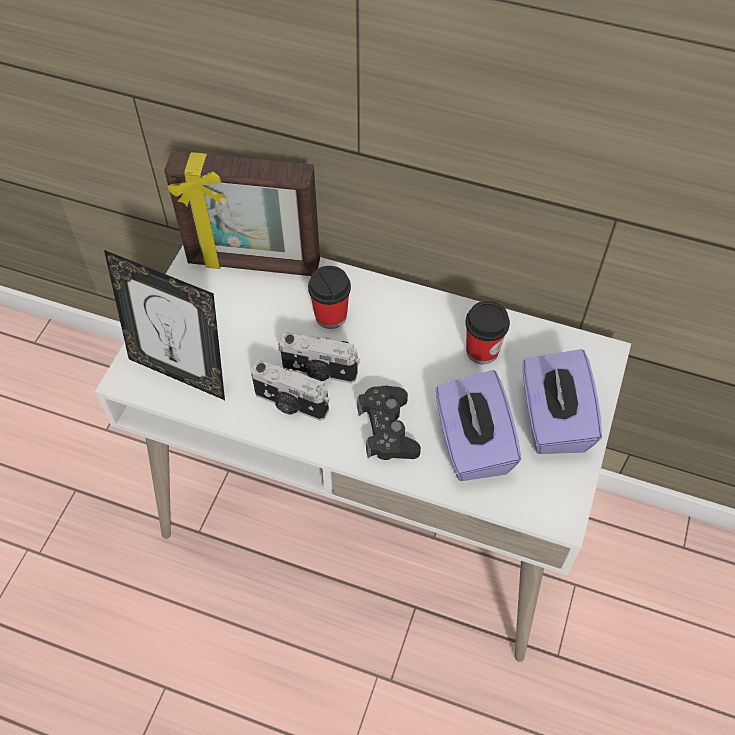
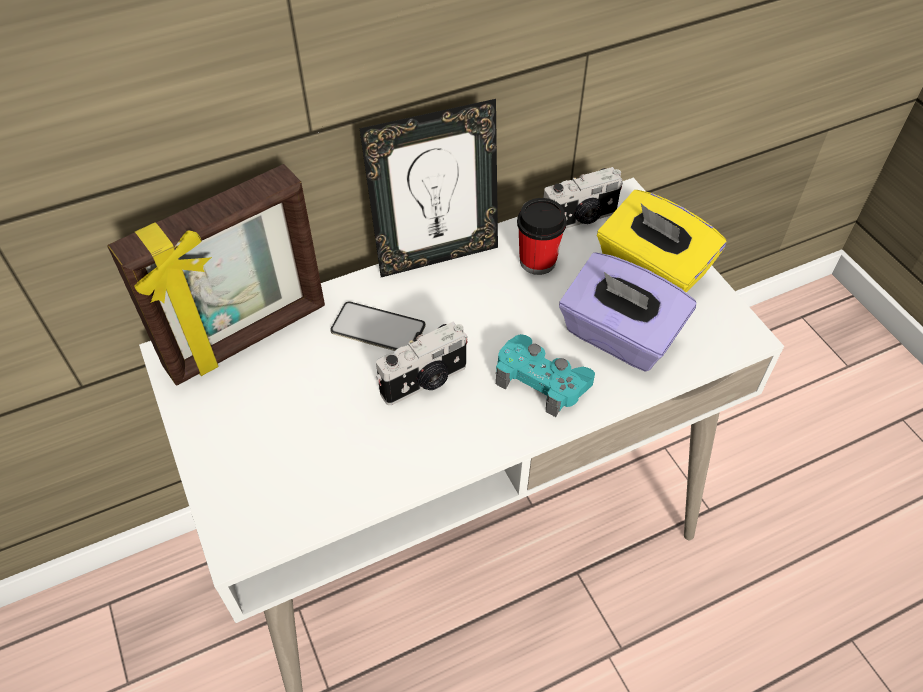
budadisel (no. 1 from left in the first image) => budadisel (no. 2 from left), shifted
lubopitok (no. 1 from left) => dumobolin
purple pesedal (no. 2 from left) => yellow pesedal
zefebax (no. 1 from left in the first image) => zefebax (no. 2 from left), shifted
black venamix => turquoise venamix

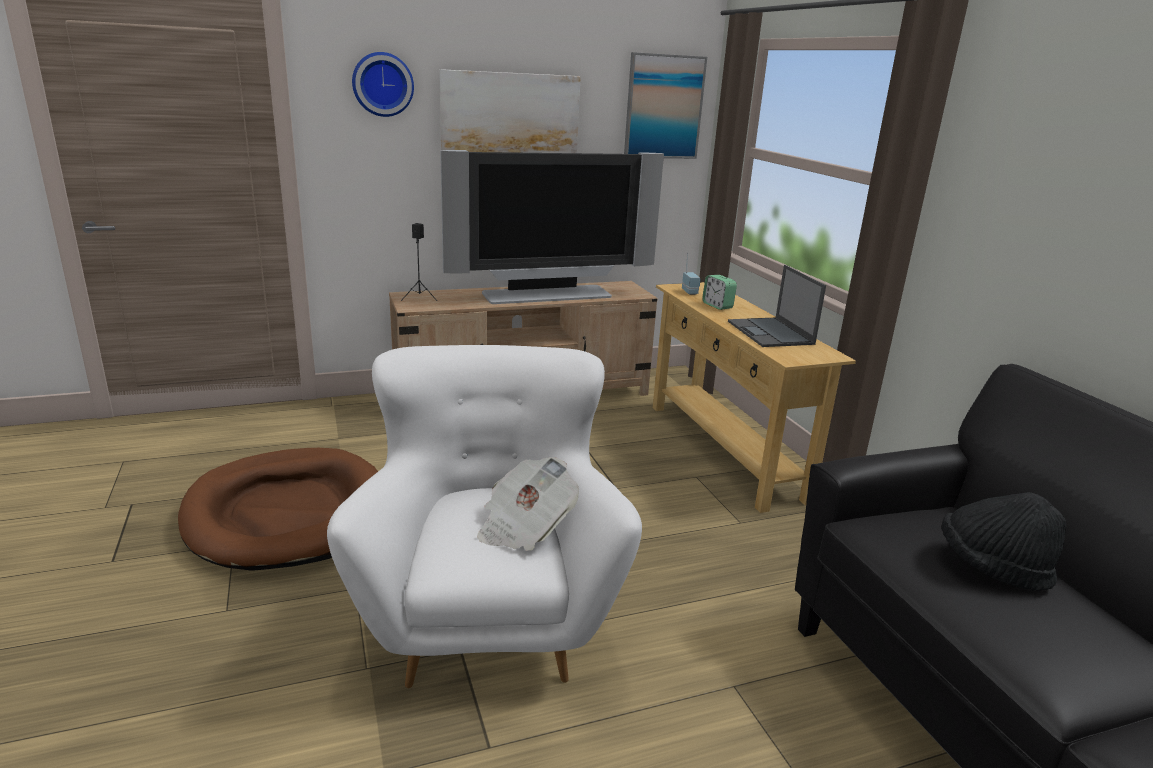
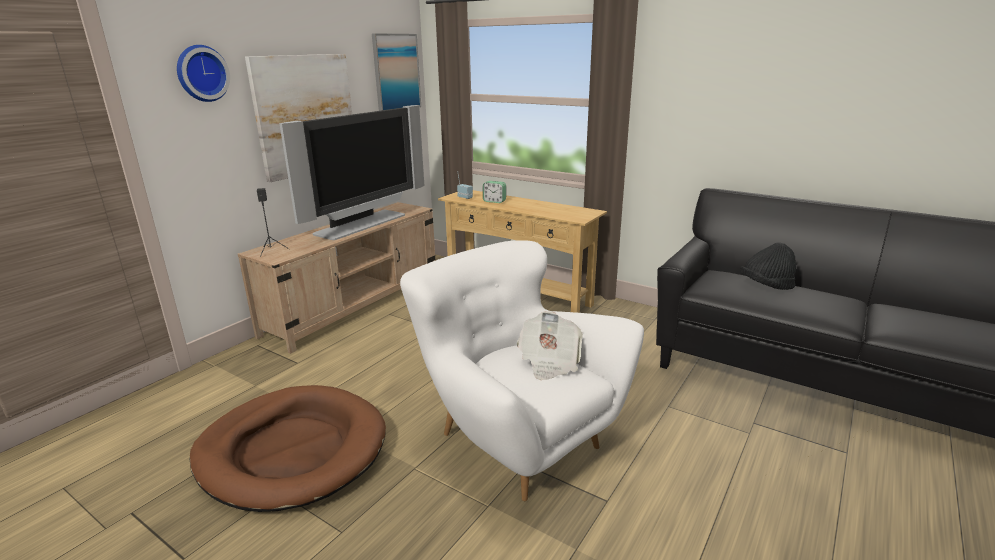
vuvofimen => nothing

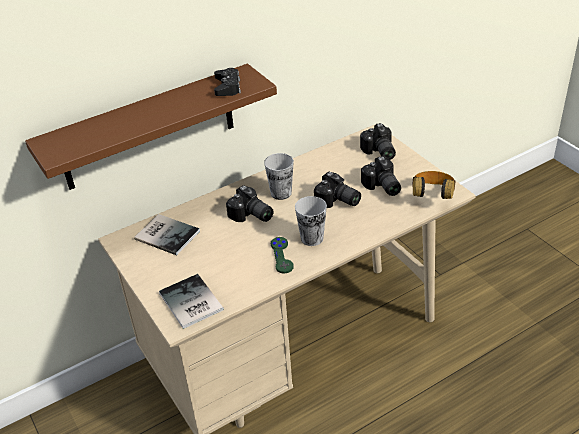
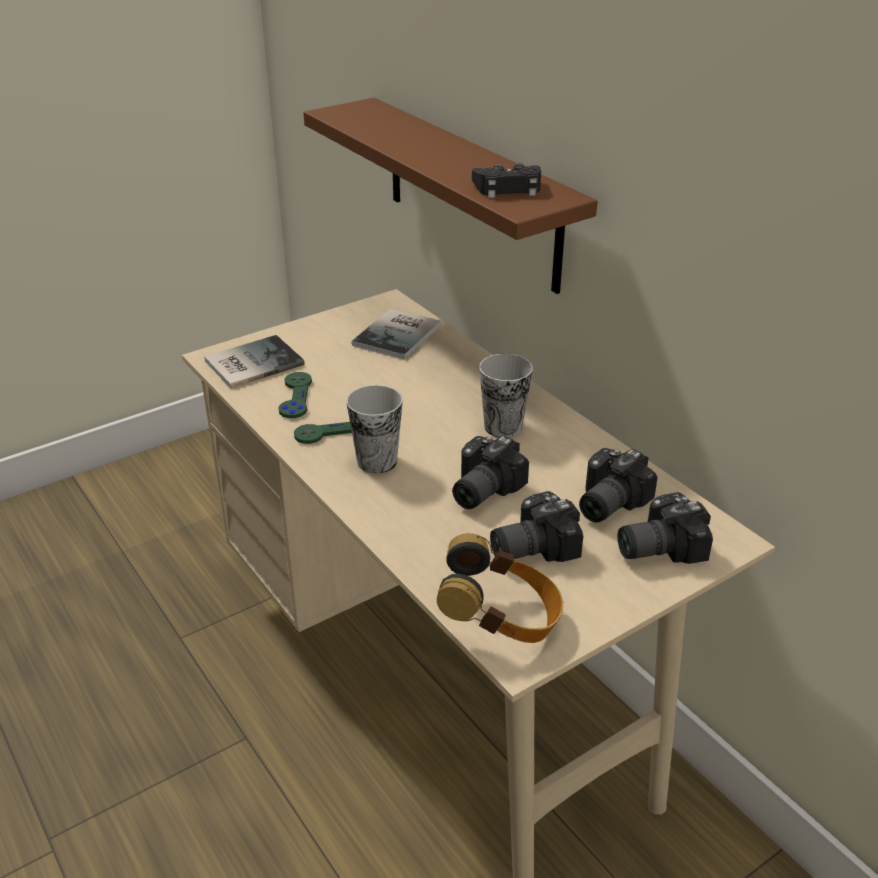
zefebax (no. 1 from left in the first image) => zefebax (no. 3 from left), shifted
nothing => green venamix (no. 1 from left)

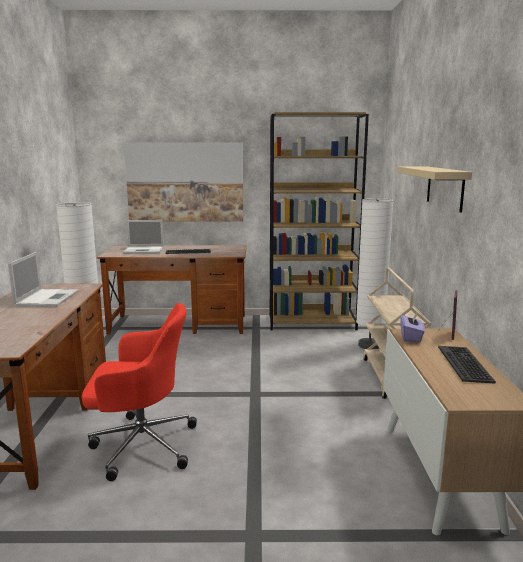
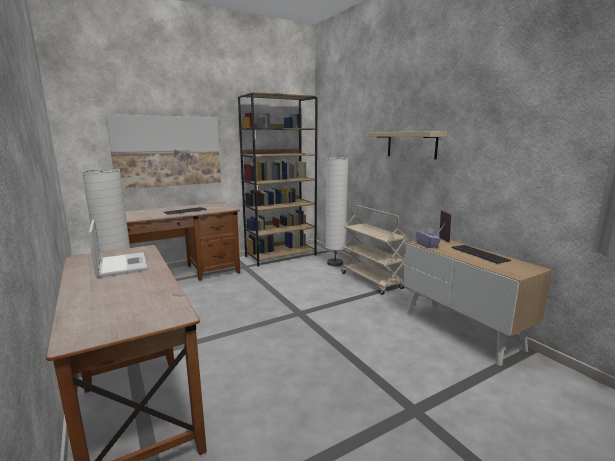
vuvofimen (no. 2 from left) => nothing
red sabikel => nothing

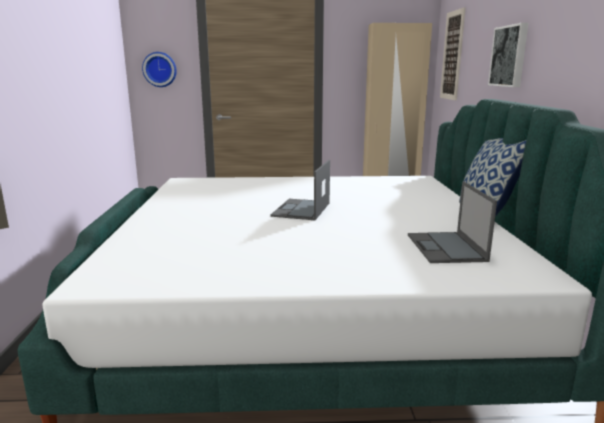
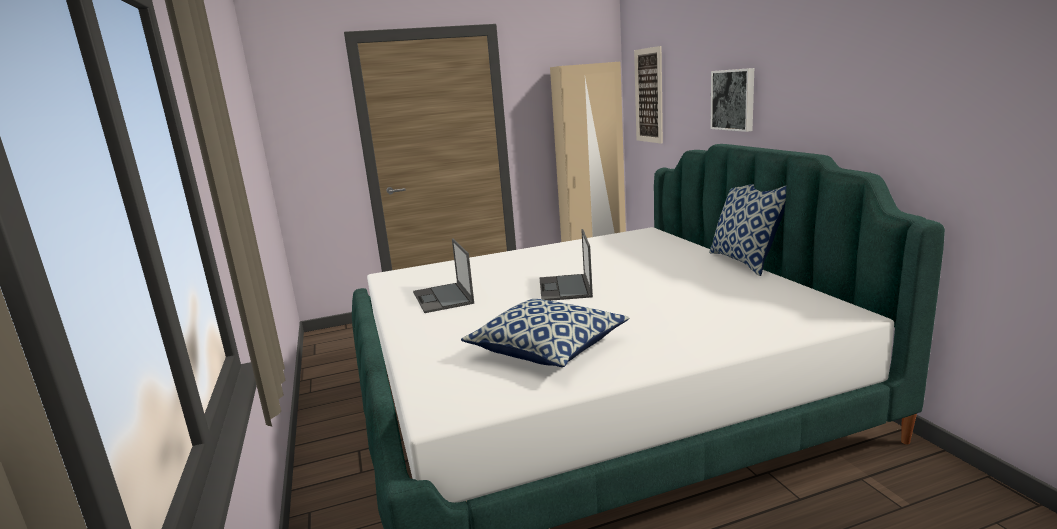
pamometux => nothing
vuvofimen (no. 2 from left in the first image) => vuvofimen (no. 1 from left), shifted
nothing => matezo (no. 1 from left)

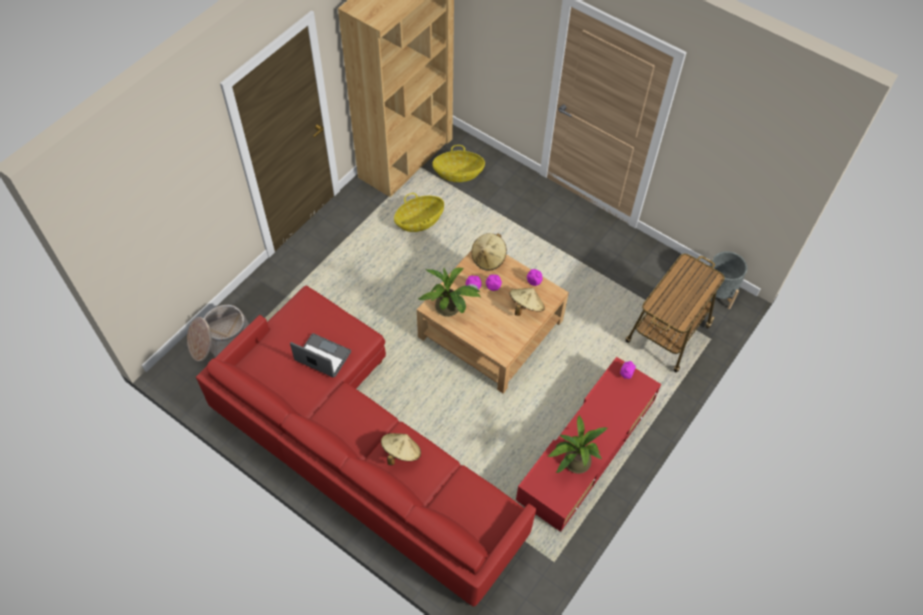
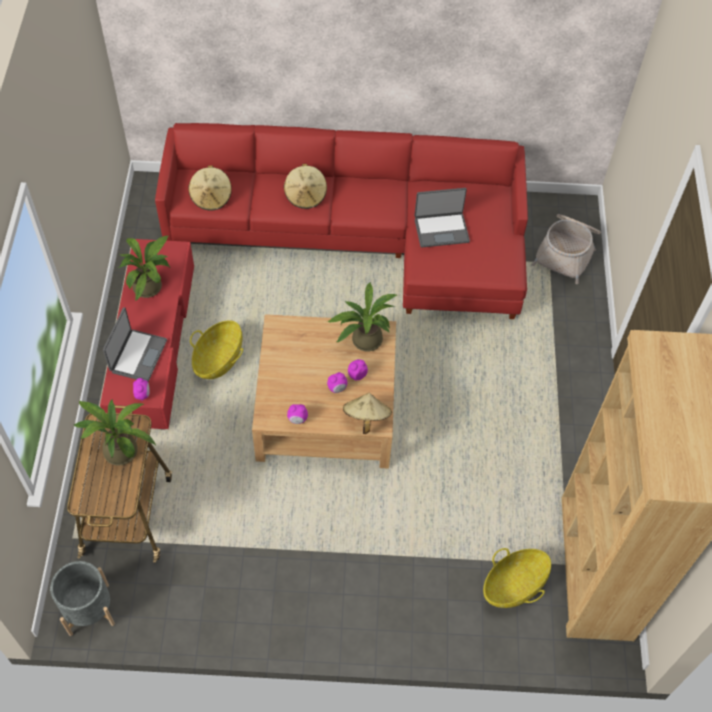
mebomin (no. 2 from left in the first image) => mebomin (no. 1 from left), shifted
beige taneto (no. 3 from left in the first image) => beige taneto (no. 1 from left), shifted
nothing => vuvofimen (no. 1 from left)
nothing => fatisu (no. 1 from left)

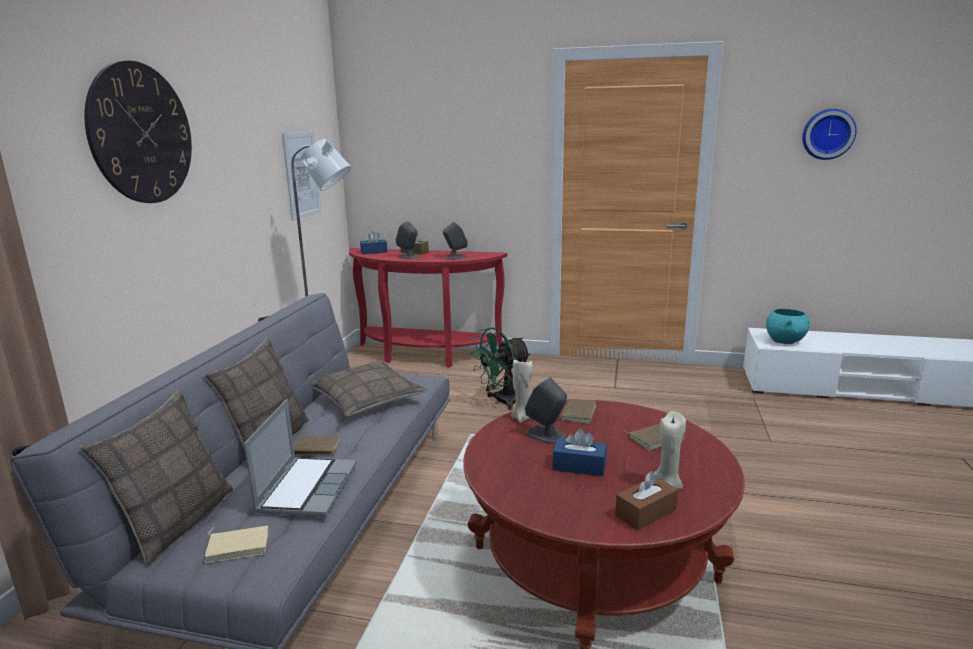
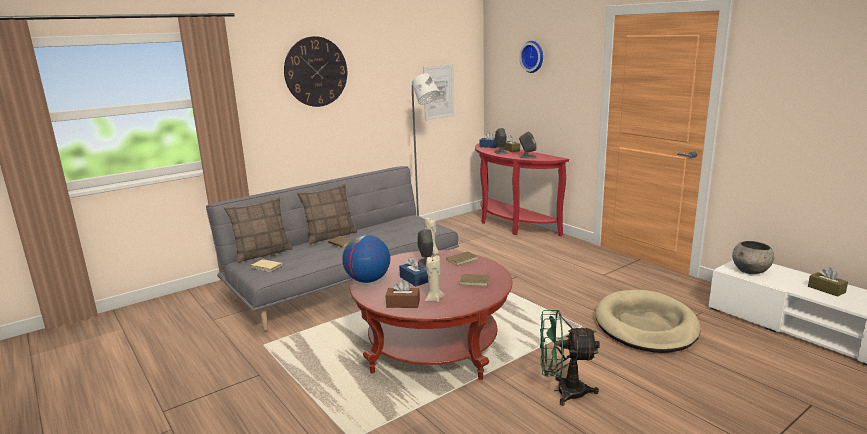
pamometux (no. 2 from left), shifted
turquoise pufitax => grey pufitax
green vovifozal, shifted
matezo (no. 3 from left) => nothing
vuvofimen => nothing
nothing => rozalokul
nothing => brown pesedal (no. 3 from left)
nothing => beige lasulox

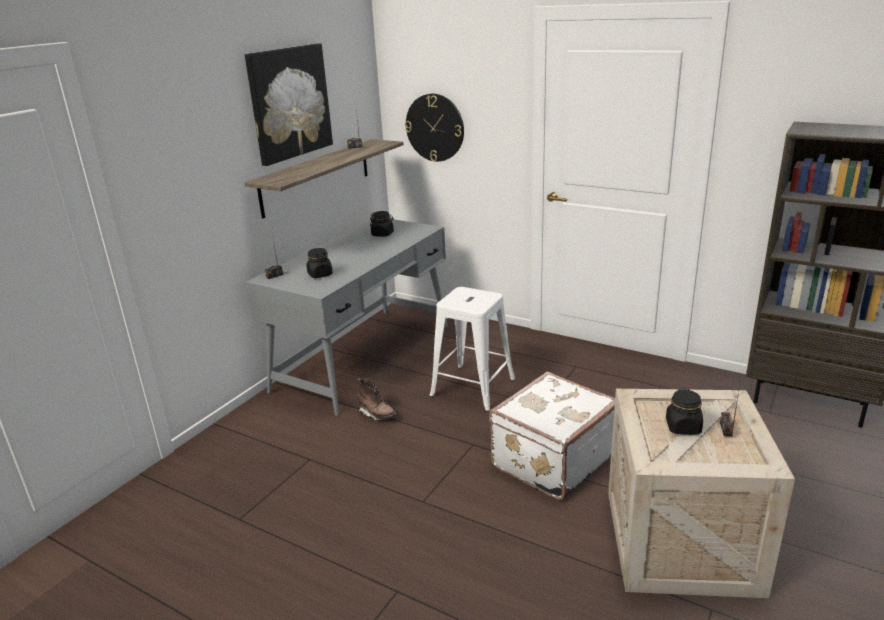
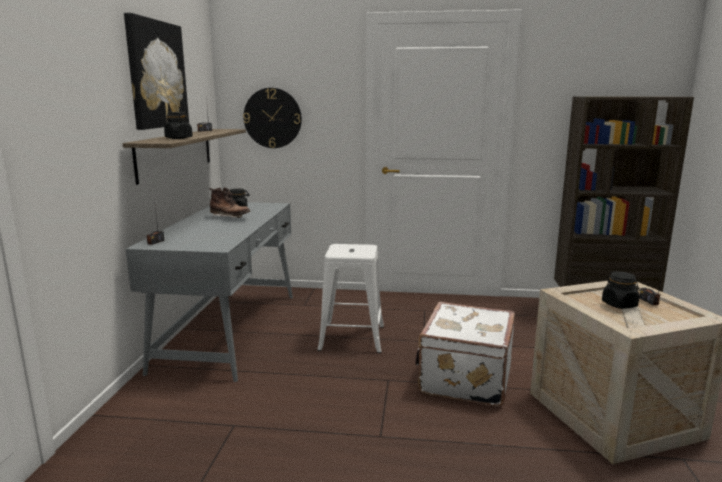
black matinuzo (no. 1 from left), shifted
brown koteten, shifted

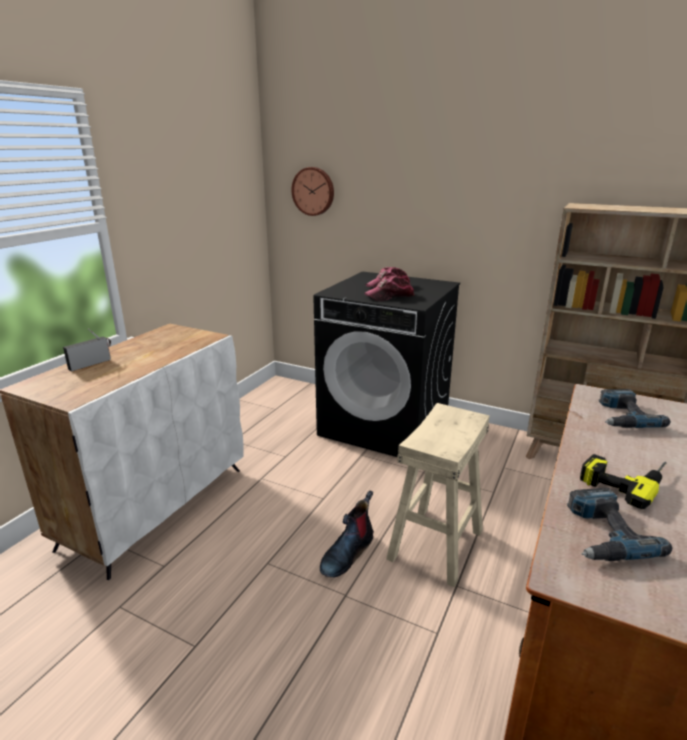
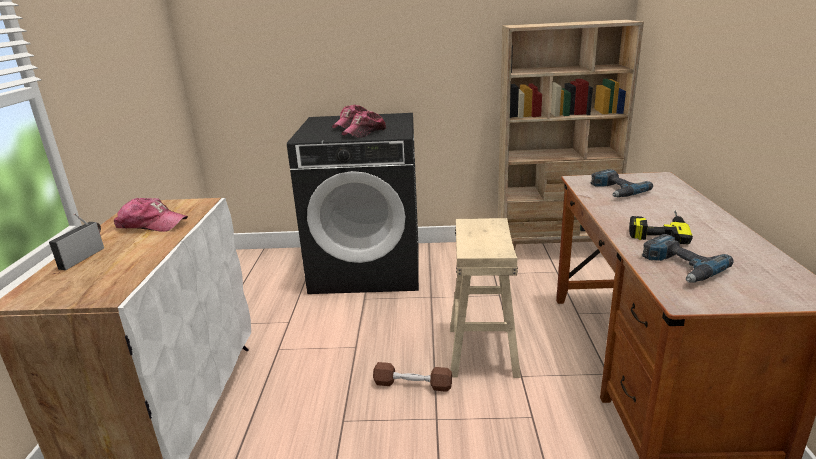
pamometux => nothing
koteten => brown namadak
nothing => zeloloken (no. 1 from left)

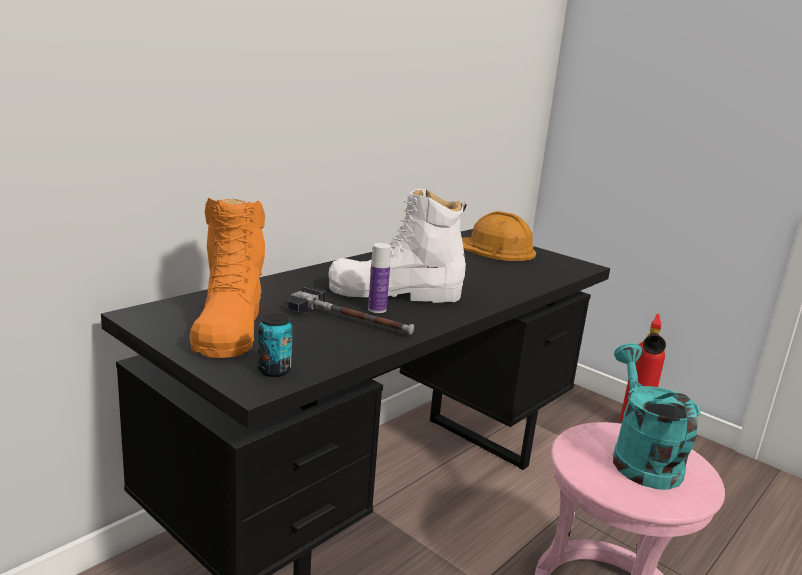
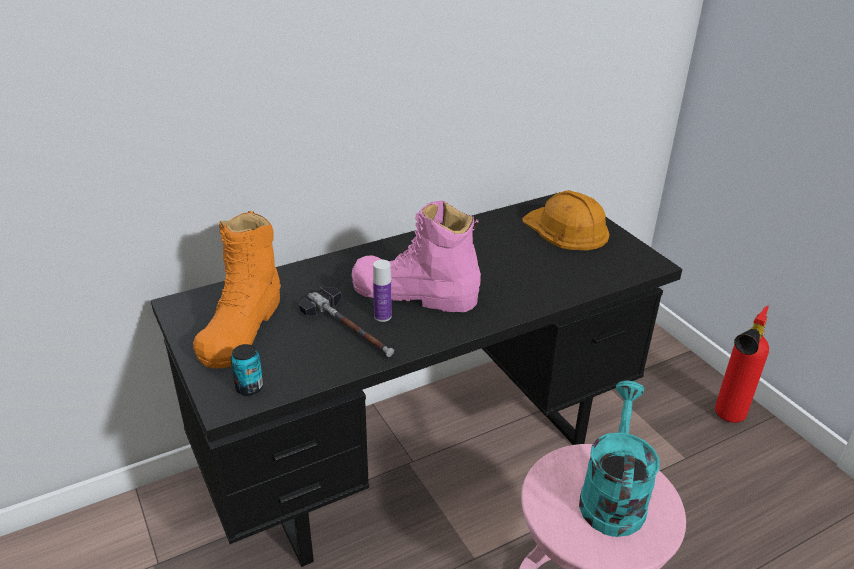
white koteten => pink koteten

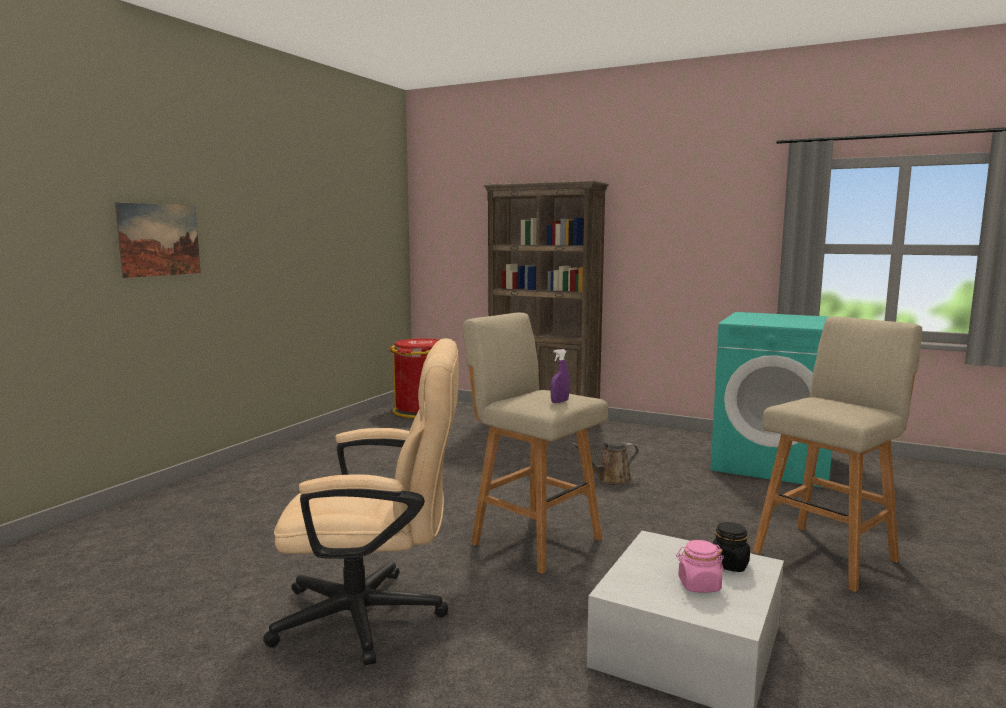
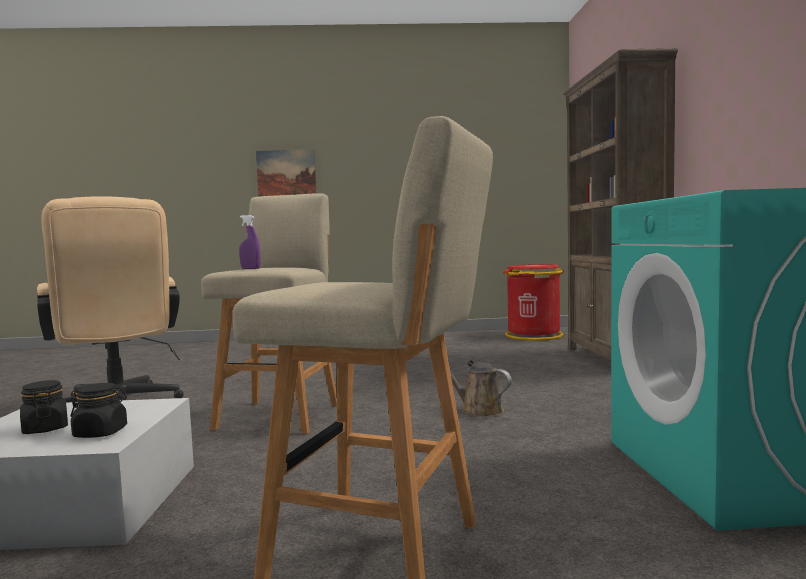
pink matinuzo => black matinuzo (no. 1 from left)

